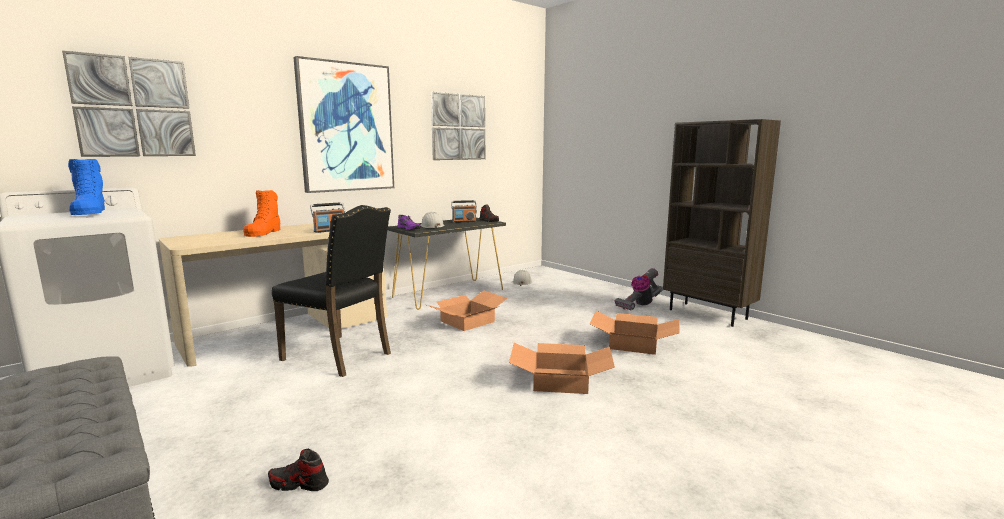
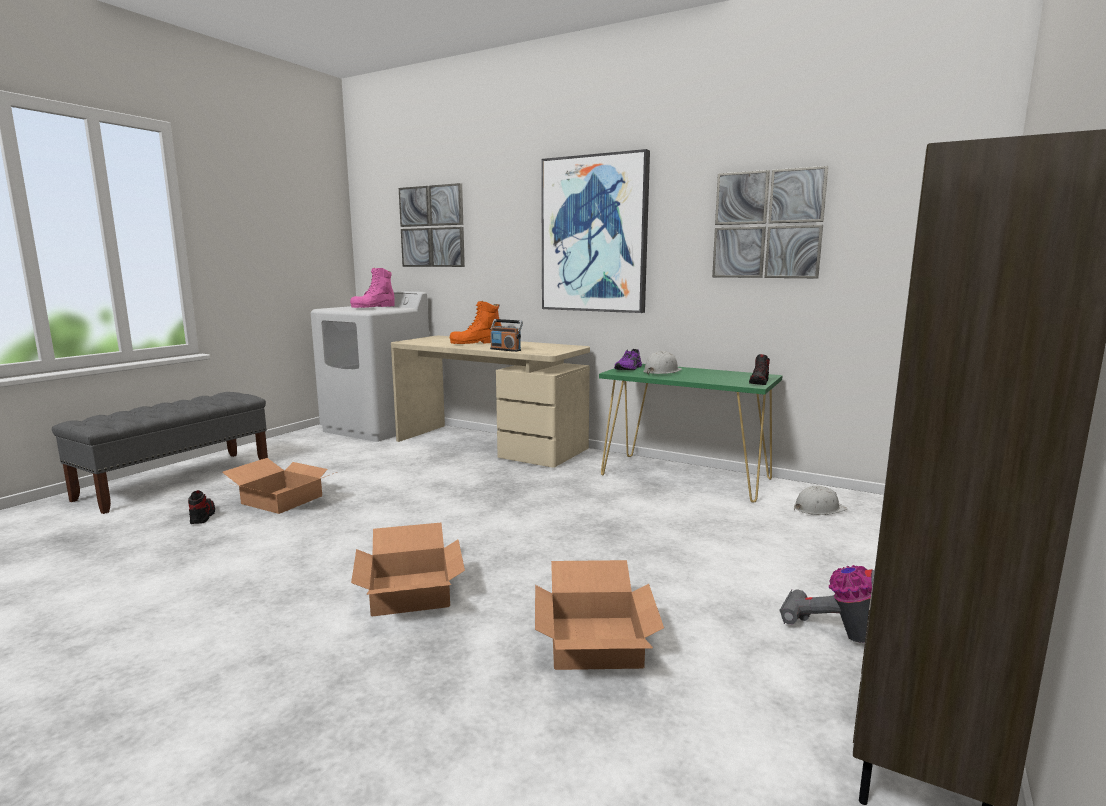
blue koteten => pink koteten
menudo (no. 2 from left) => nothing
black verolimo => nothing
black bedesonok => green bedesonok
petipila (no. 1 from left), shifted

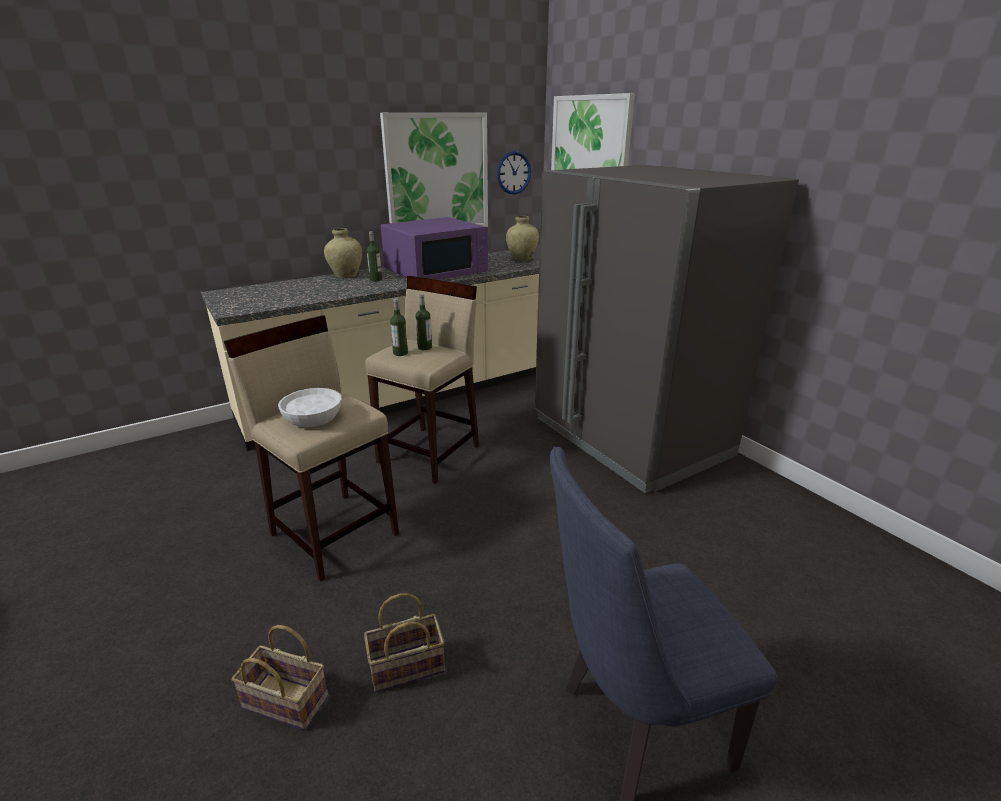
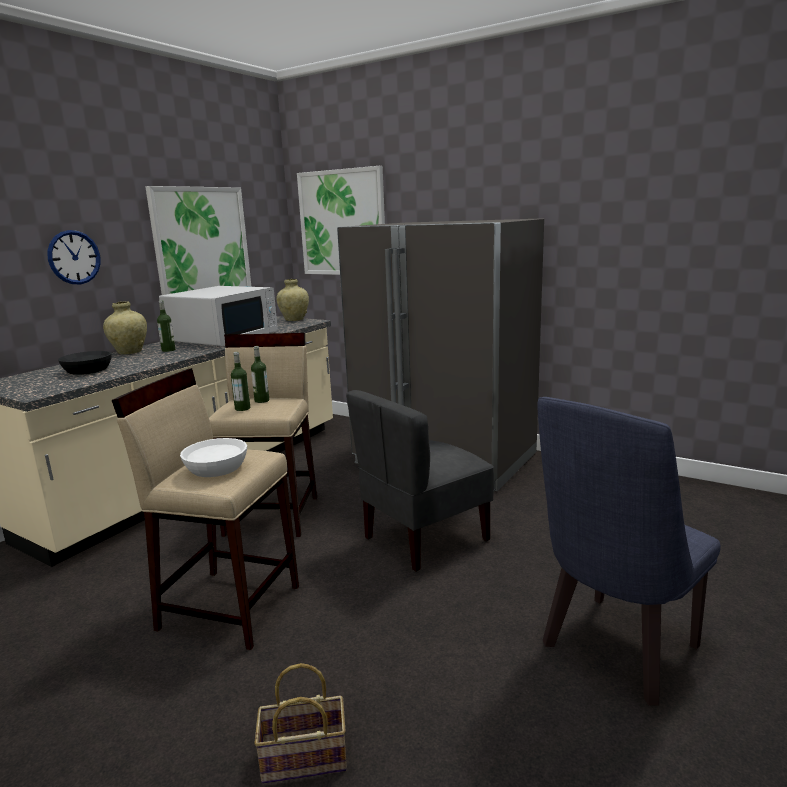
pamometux, shifted
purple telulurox => white telulurox
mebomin (no. 2 from left) => nothing
nothing => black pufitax
nothing => grey verolimo

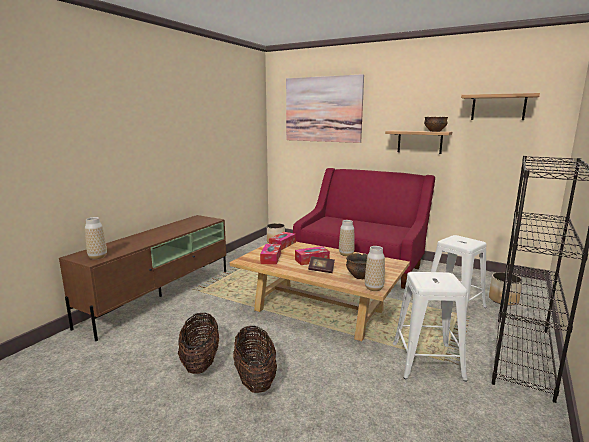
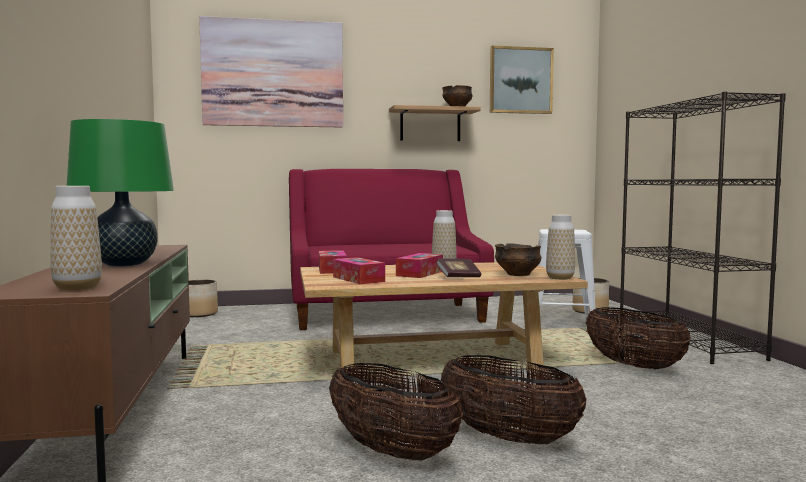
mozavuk (no. 2 from left) => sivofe (no. 2 from left)
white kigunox (no. 1 from left) => mebomin (no. 3 from left)
nothing => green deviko

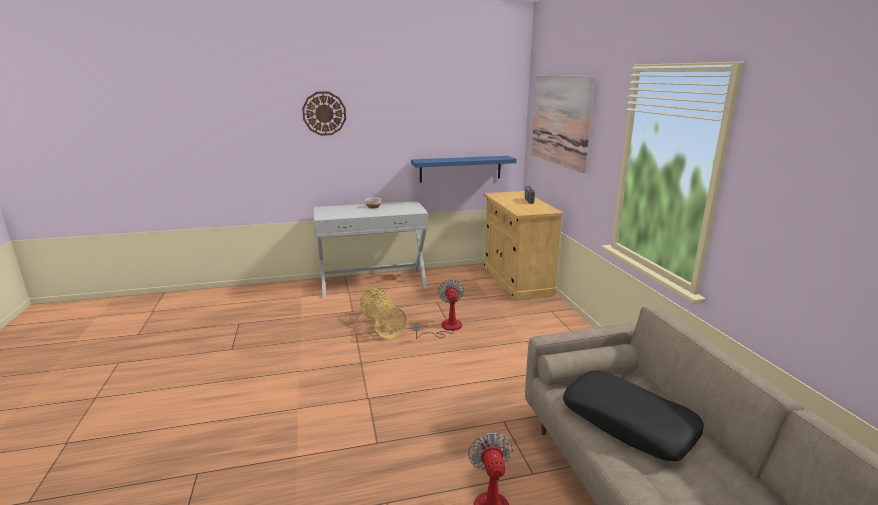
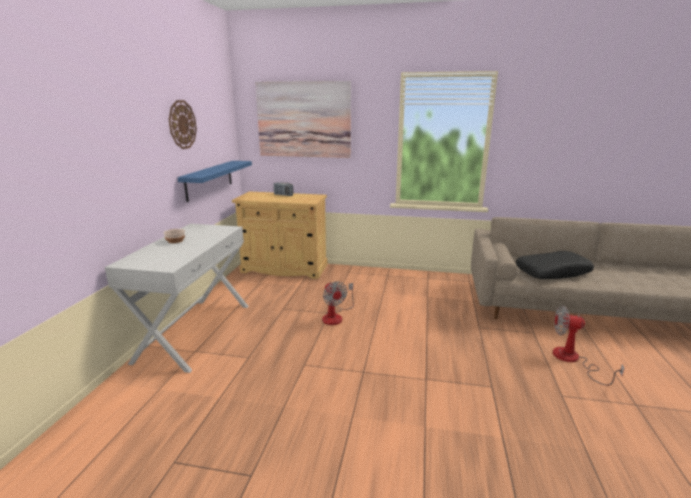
pamometux, shifted
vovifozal (no. 1 from left), 135 degrees counterclockwise
mebomin => nothing

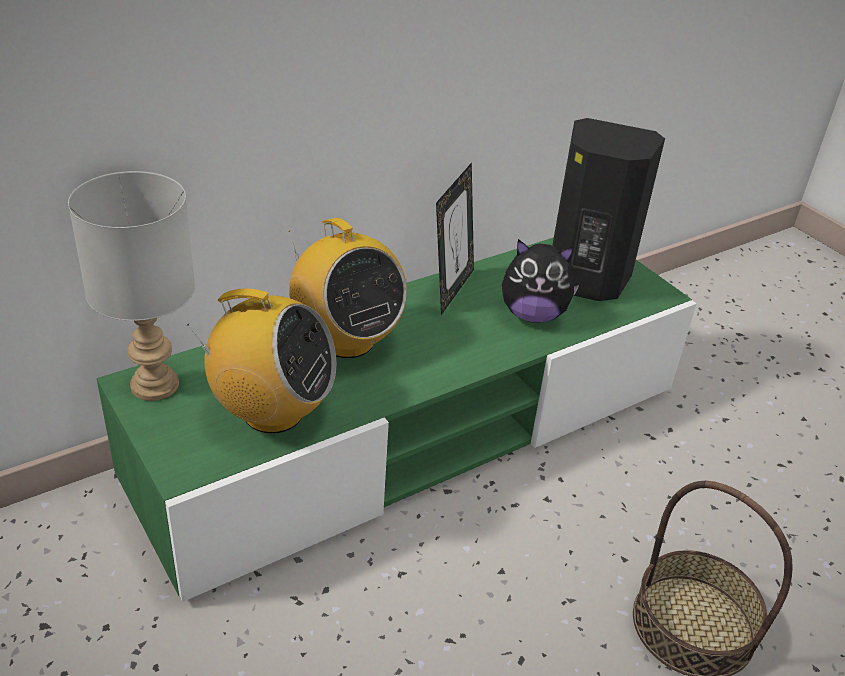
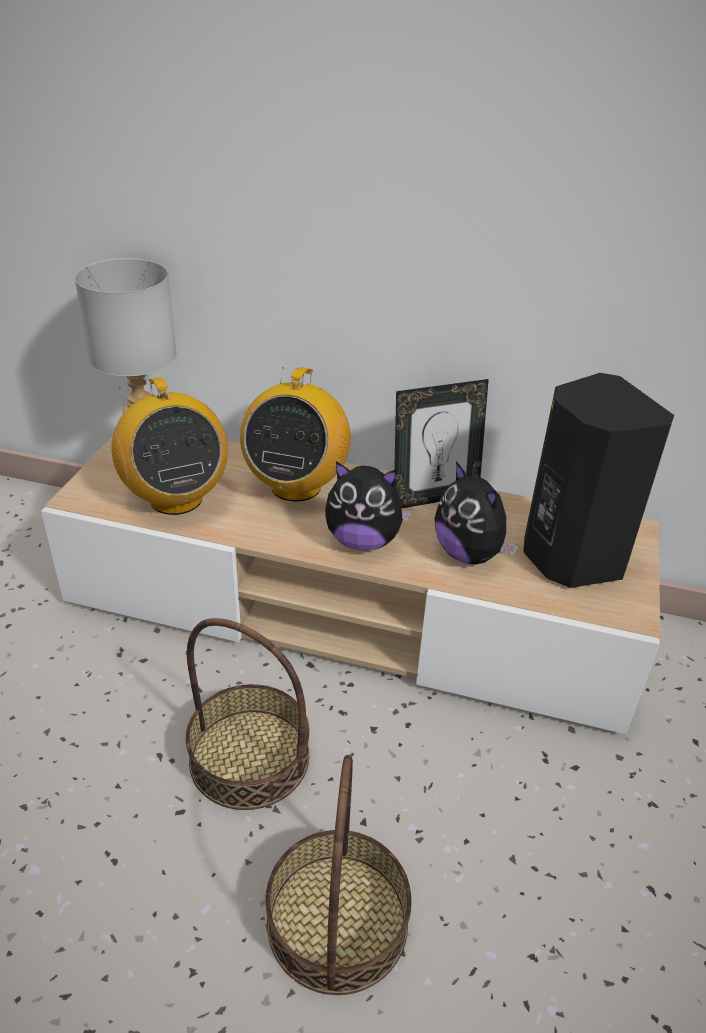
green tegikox => beige tegikox
nothing => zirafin (no. 1 from left)
nothing => mebomin (no. 1 from left)

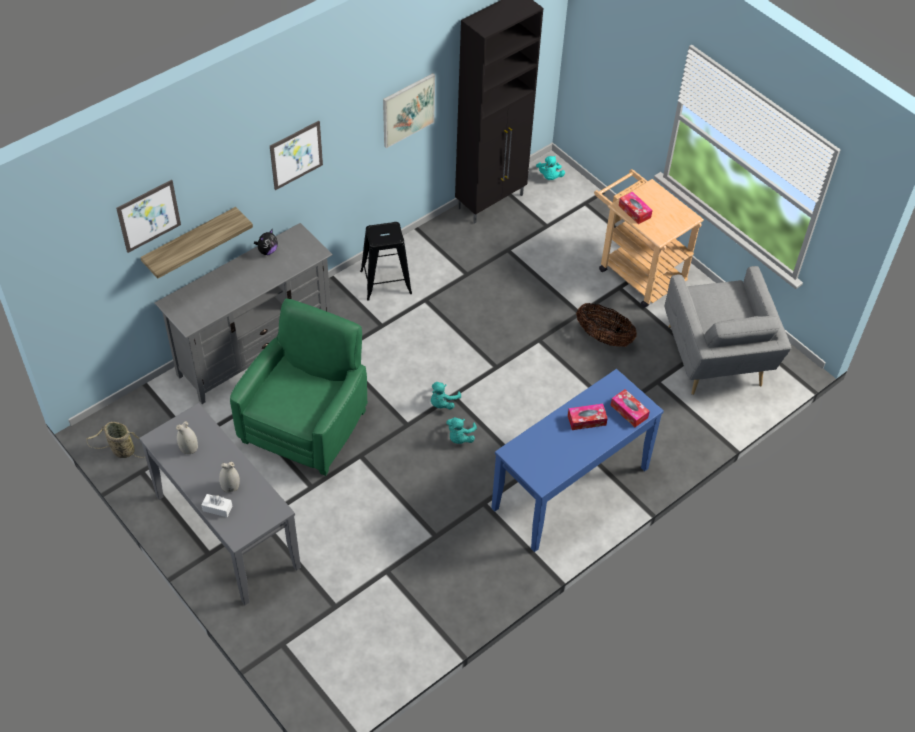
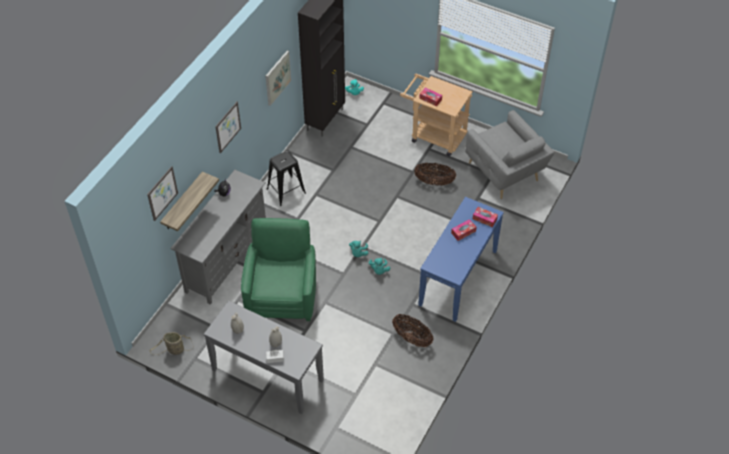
nothing => mebomin (no. 2 from left)

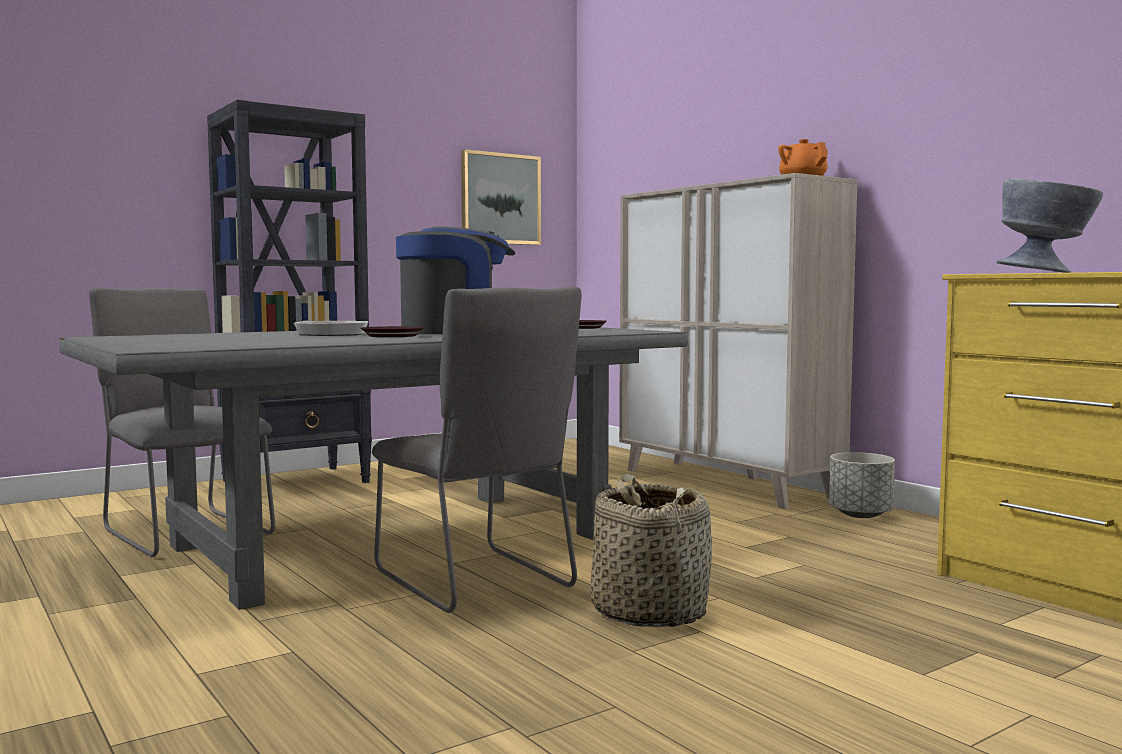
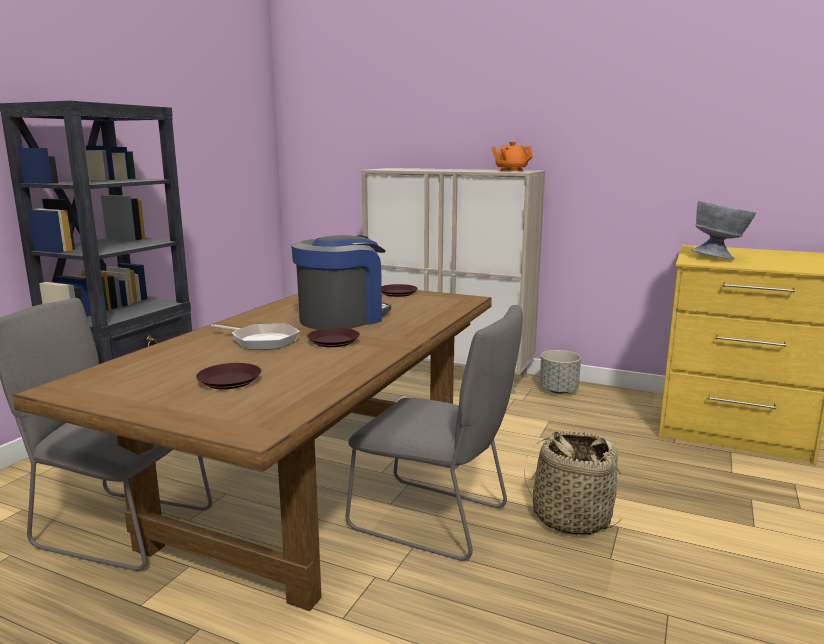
sivofe => nothing
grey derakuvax => brown derakuvax
nothing => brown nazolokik (no. 1 from left)

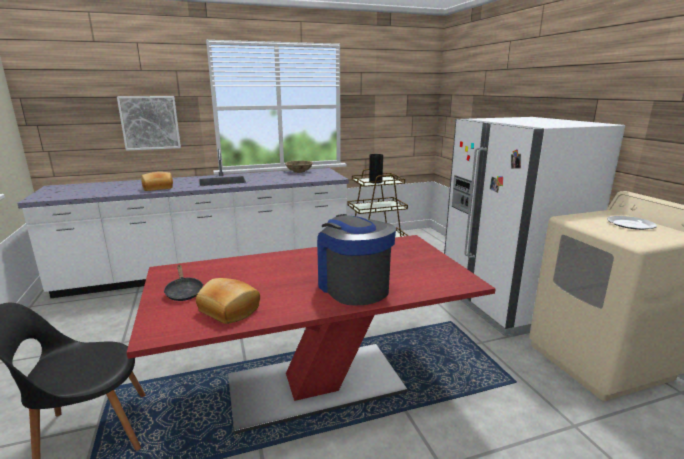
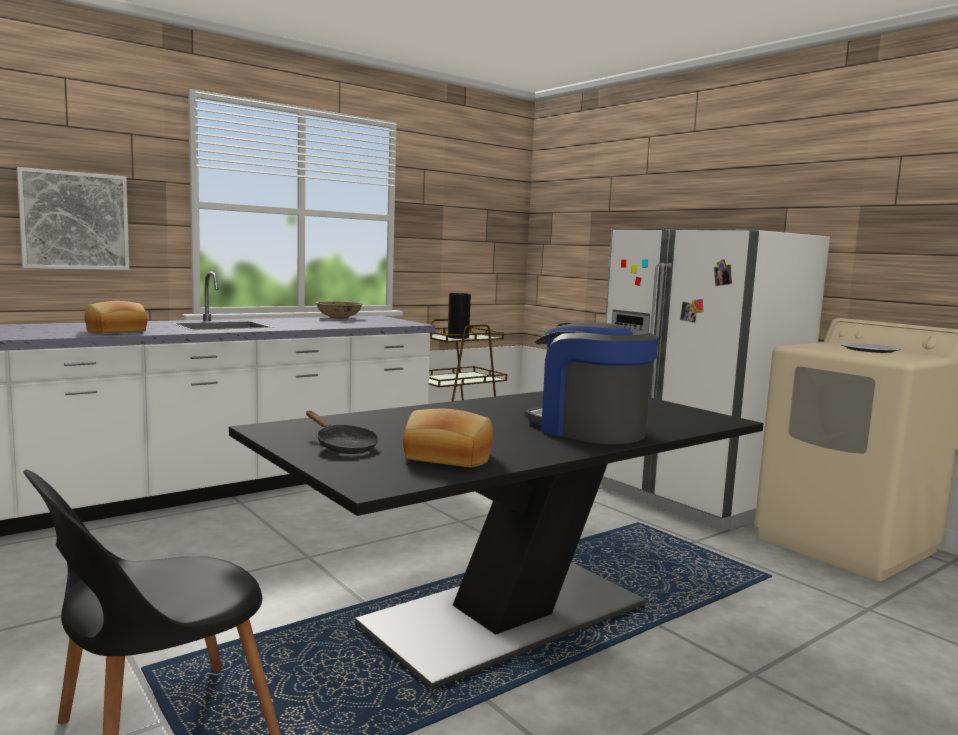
red derakuvax => black derakuvax

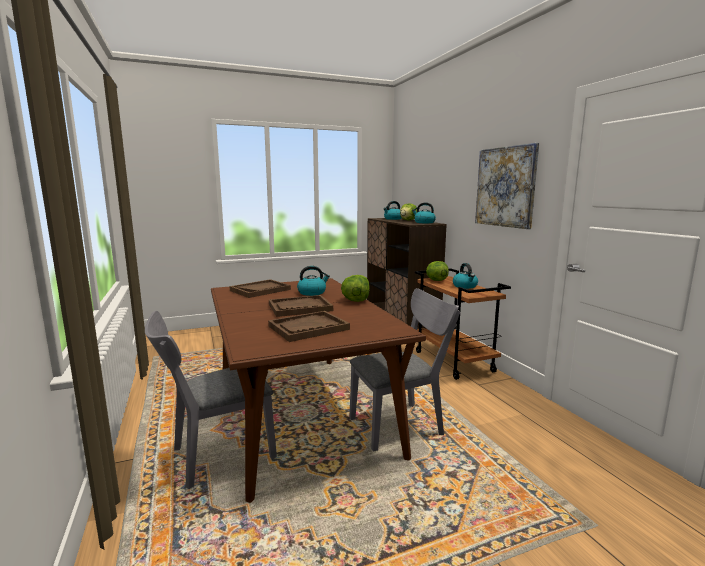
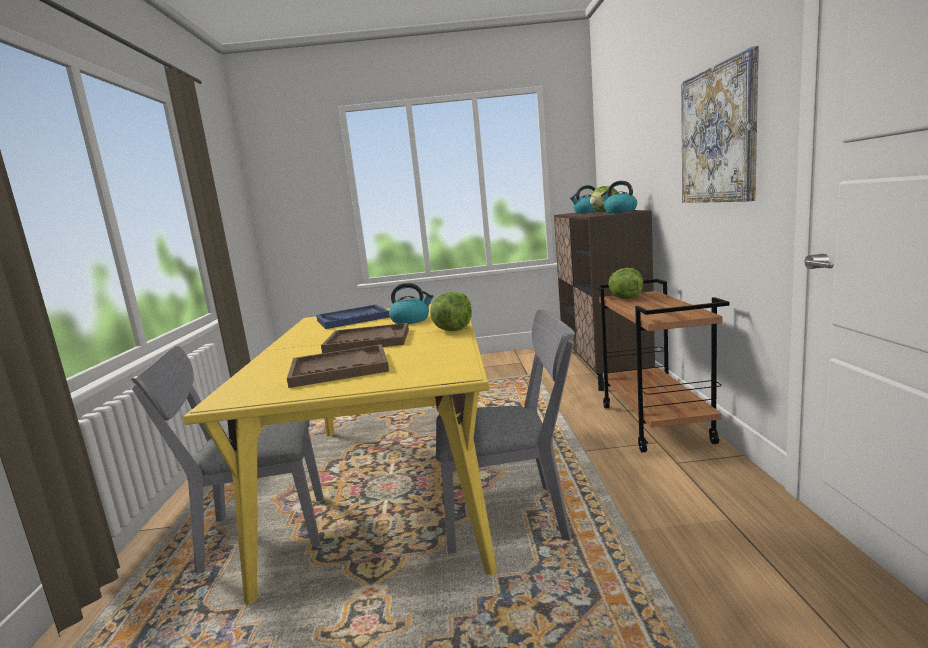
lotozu (no. 4 from left) => nothing
brown derakuvax => yellow derakuvax
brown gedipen (no. 1 from left) => blue gedipen

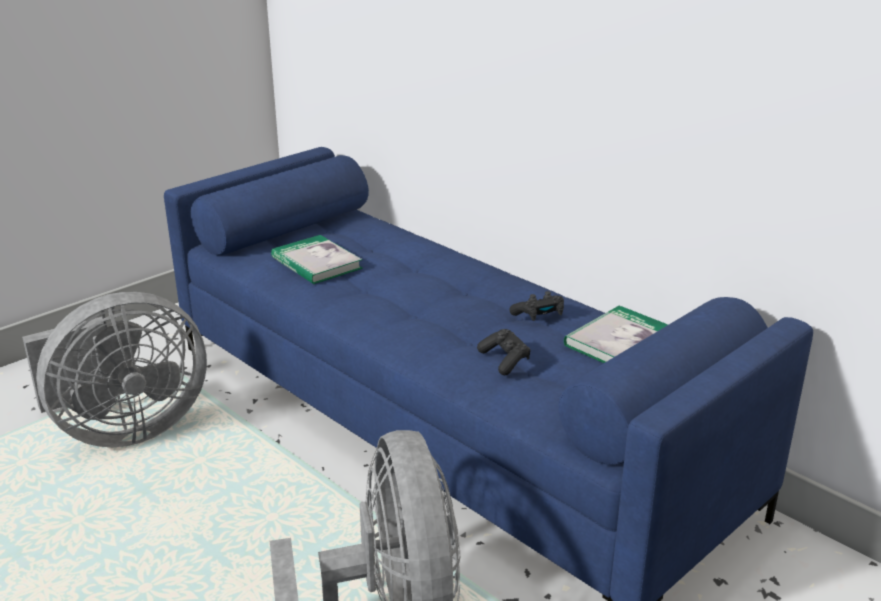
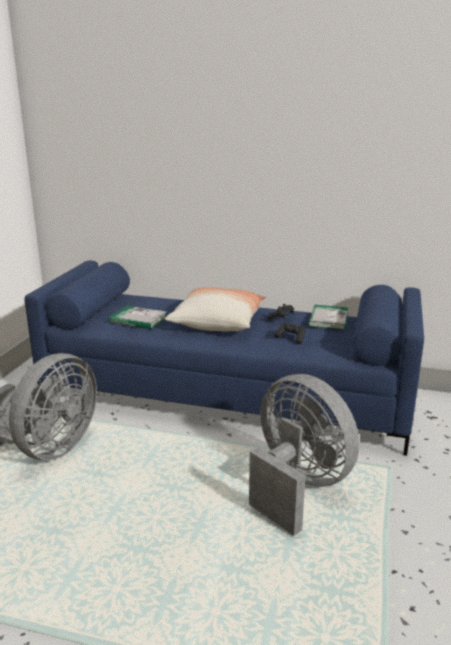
nothing => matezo

